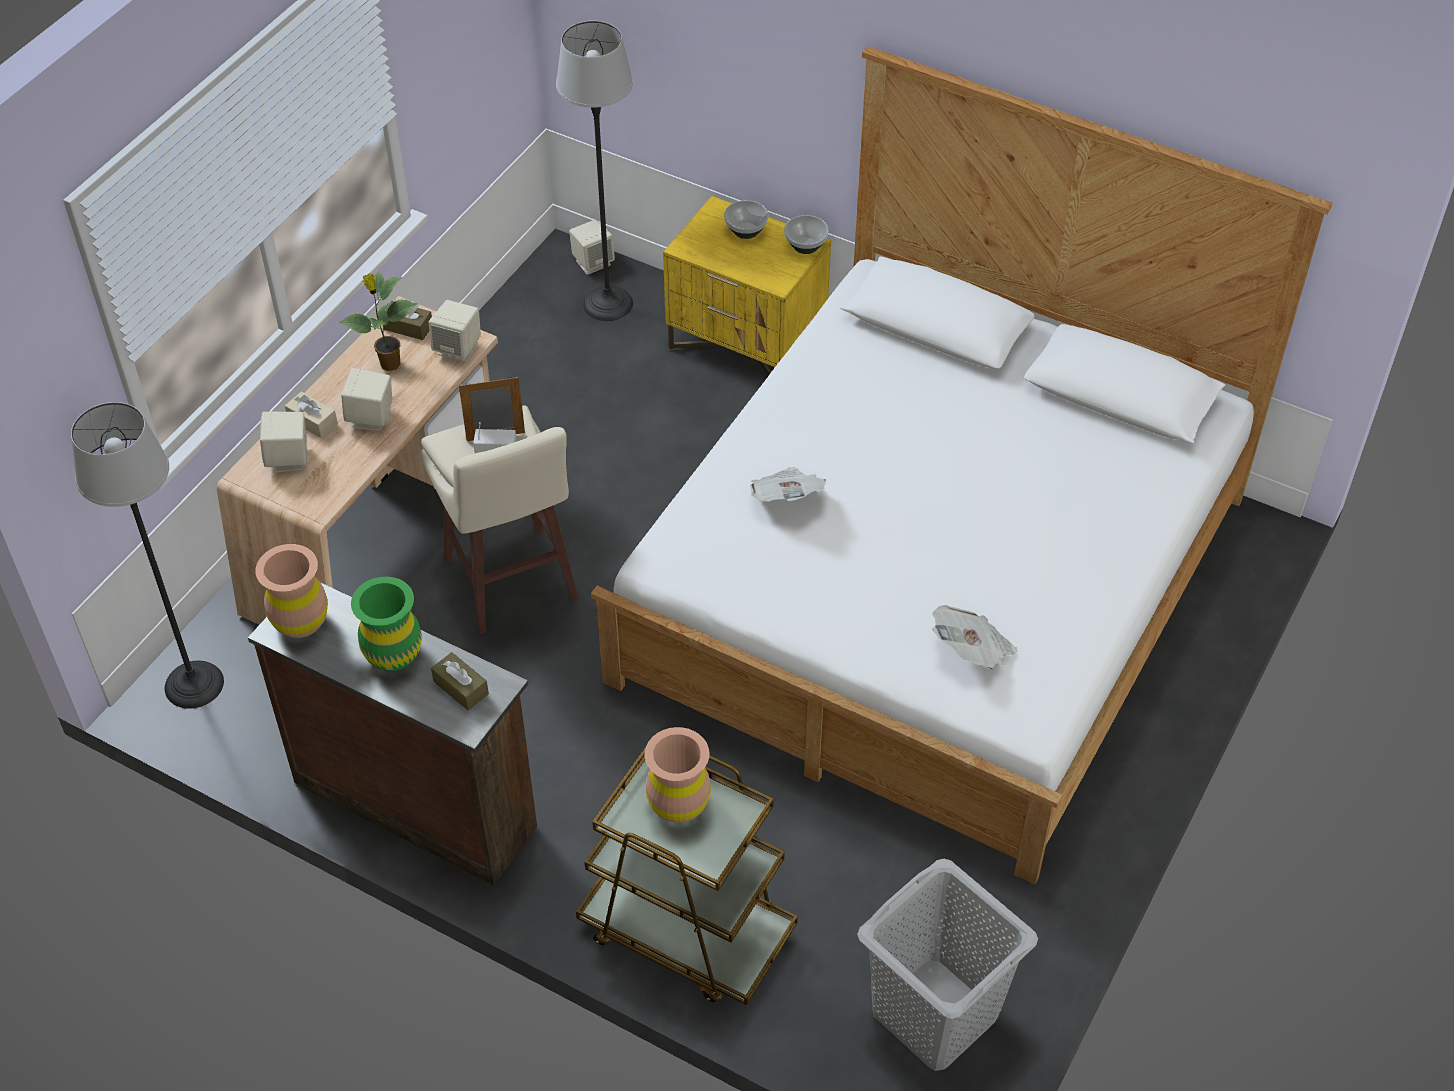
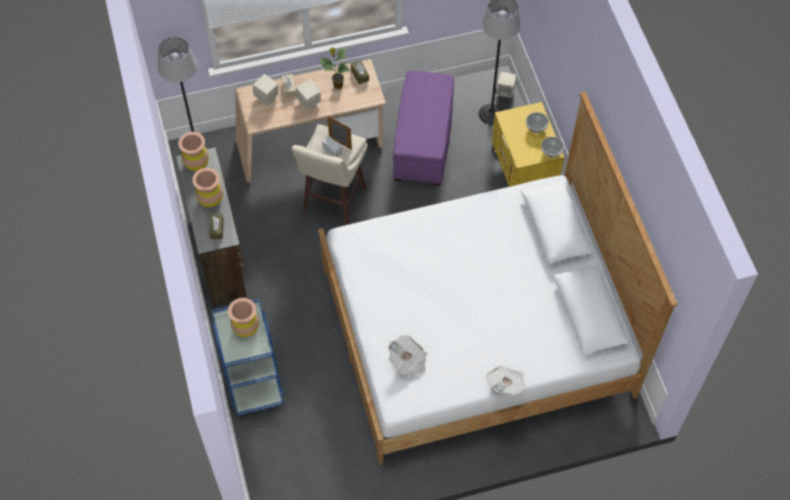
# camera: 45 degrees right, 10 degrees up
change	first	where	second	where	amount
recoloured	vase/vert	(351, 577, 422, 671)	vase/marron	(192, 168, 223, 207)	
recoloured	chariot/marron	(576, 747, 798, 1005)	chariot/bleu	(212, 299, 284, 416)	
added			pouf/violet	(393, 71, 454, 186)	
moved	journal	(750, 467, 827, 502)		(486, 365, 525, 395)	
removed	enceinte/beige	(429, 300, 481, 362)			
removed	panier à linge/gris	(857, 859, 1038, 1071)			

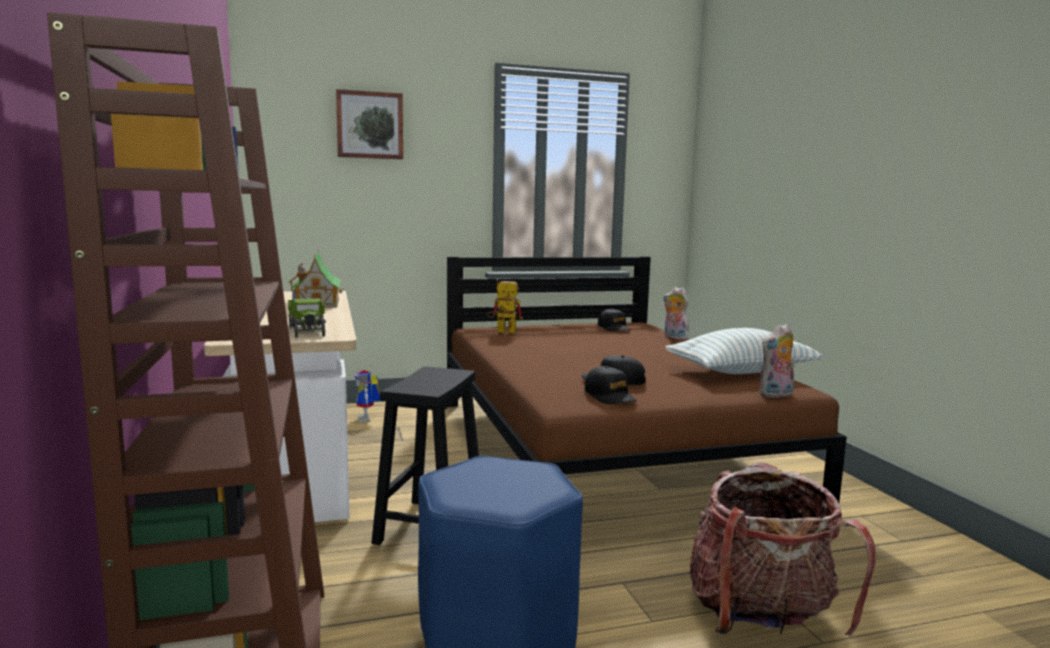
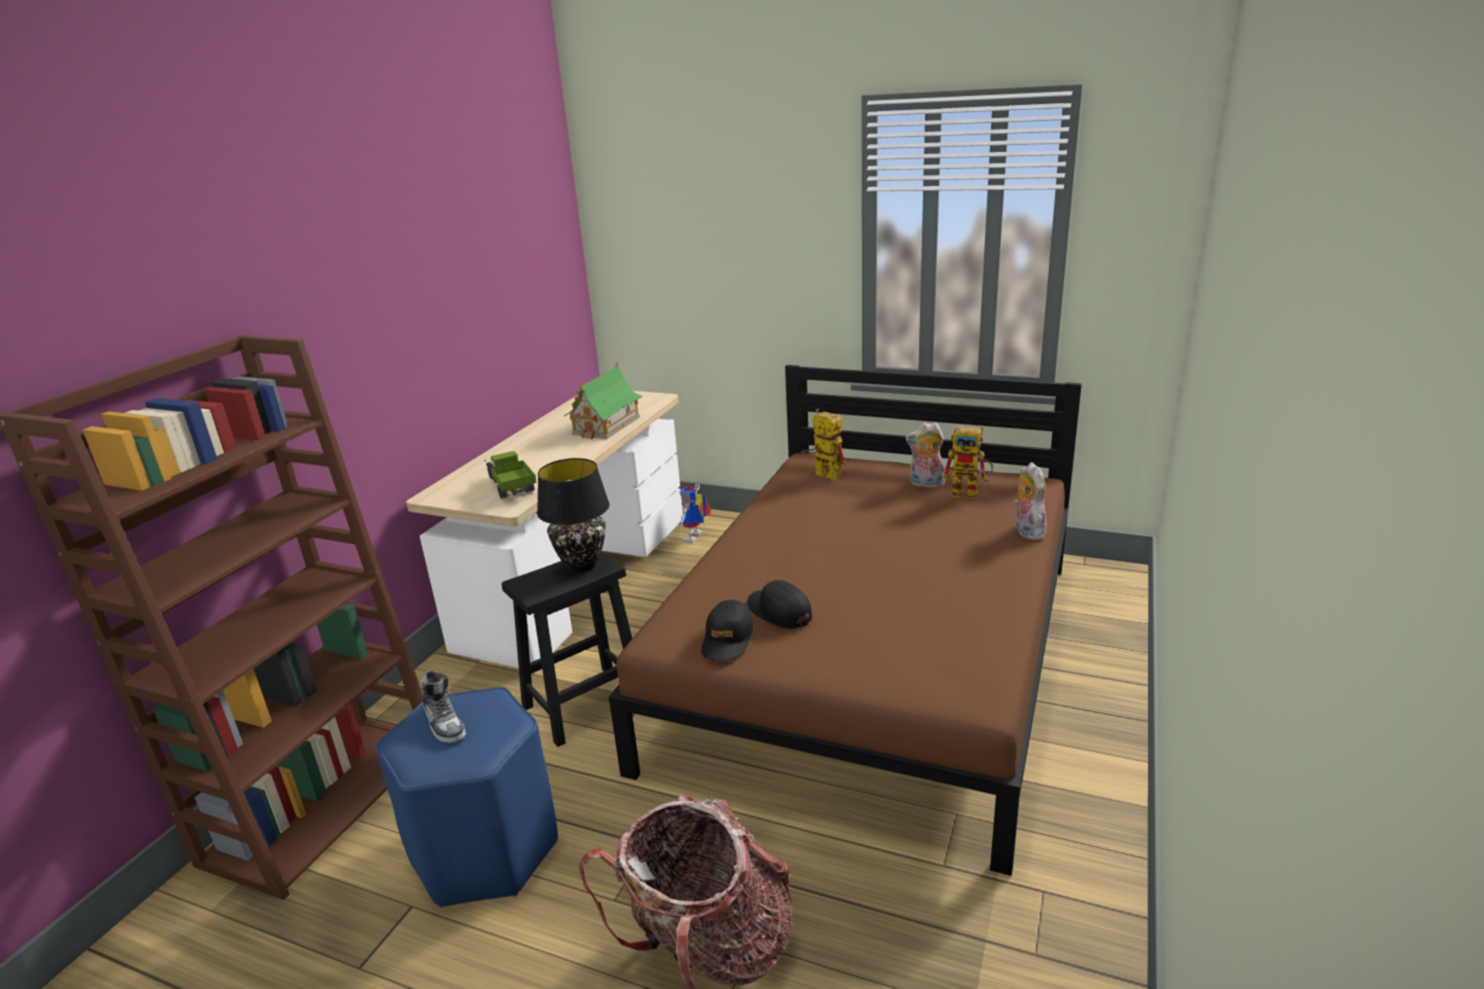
# camera: 40 degrees right, 15 degrees up
change	first	where	second	where	amount
added			chaussure	(421, 671, 466, 743)	
turned	camion jouet	(288, 298, 328, 338)		(485, 451, 537, 499)	135 degrees clockwise
added			lampe de table/noir	(537, 458, 610, 572)	
moved	peluche	(759, 324, 794, 398)		(905, 423, 945, 488)	
replaced	casquette/noir	(597, 308, 631, 331)	robot jouet	(943, 427, 993, 499)	
removed	tableau	(336, 89, 403, 159)			
removed	coussin	(666, 328, 823, 374)			

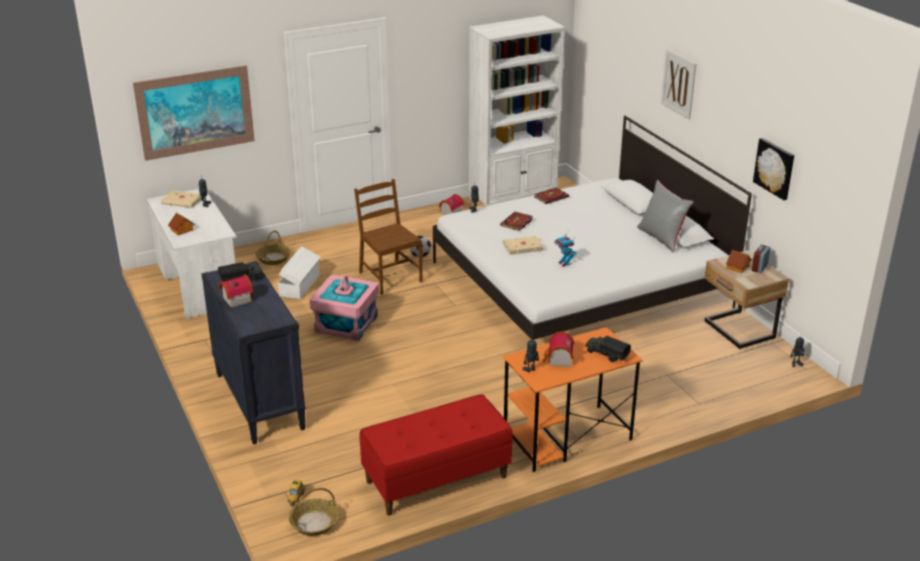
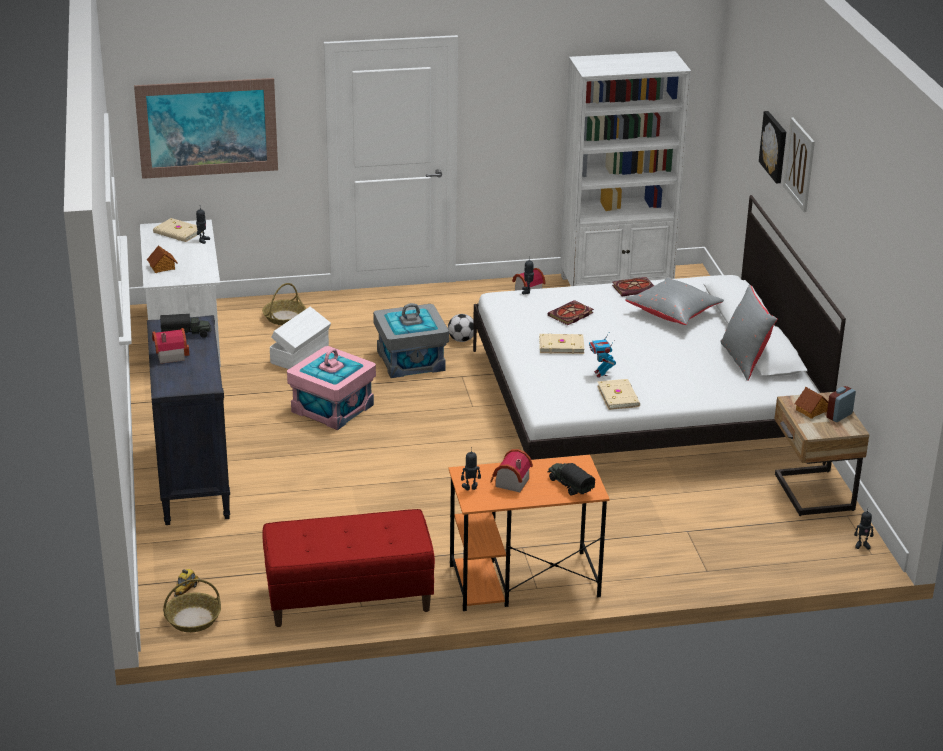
# camera: 15 degrees right, 0 degrees up
change	first	where	second	where	amount
replaced	chaise/marron	(354, 179, 423, 295)	boîte de rangement/gris	(373, 303, 449, 378)	
added			livre/beige	(597, 379, 640, 410)	
added			coussin/gris	(625, 278, 724, 325)	
moved	tableau	(753, 138, 794, 200)		(759, 111, 786, 183)	

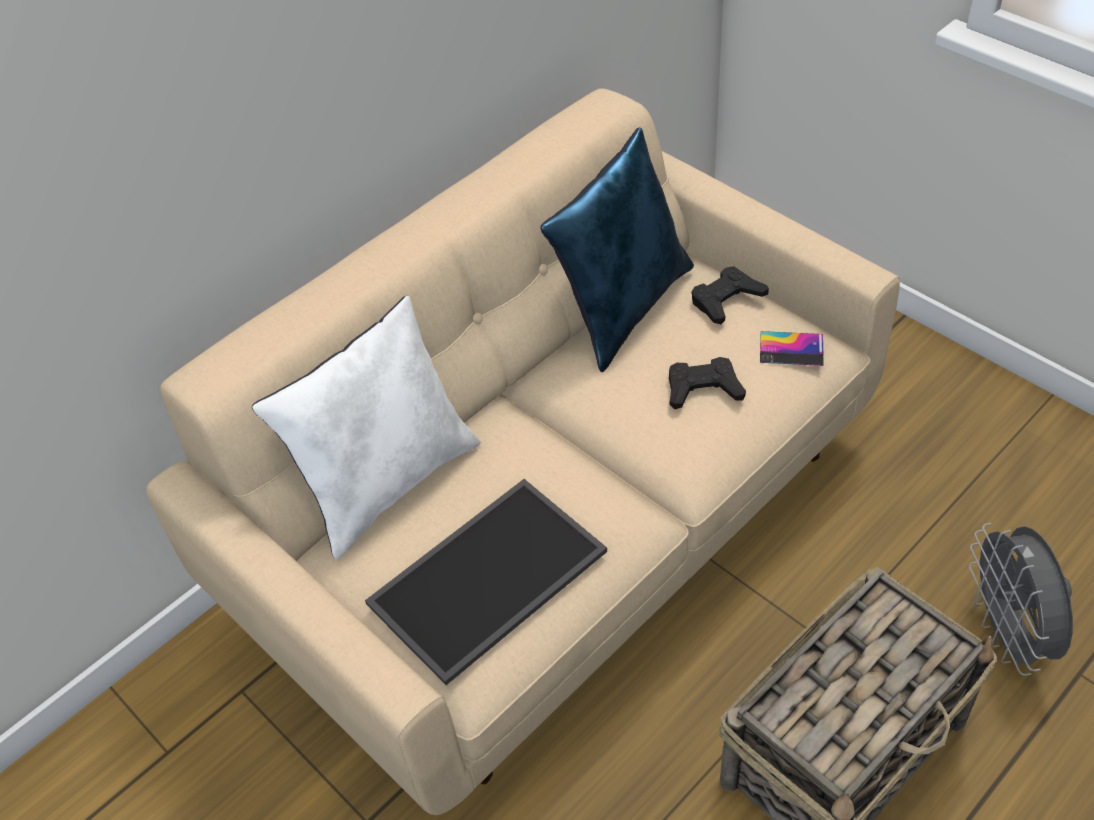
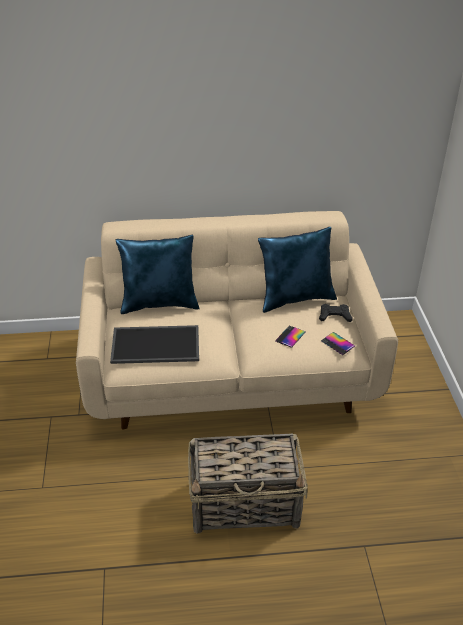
# camera: 35 degrees right, 10 degrees down
change	first	where	second	where	amount
recoloured	coussin/blanc	(252, 296, 481, 560)	coussin/bleu	(116, 235, 200, 314)	
replaced	manette/noir	(669, 357, 746, 409)	téléphone	(275, 325, 305, 348)	
removed	ventilateur/gris	(969, 523, 1073, 676)			

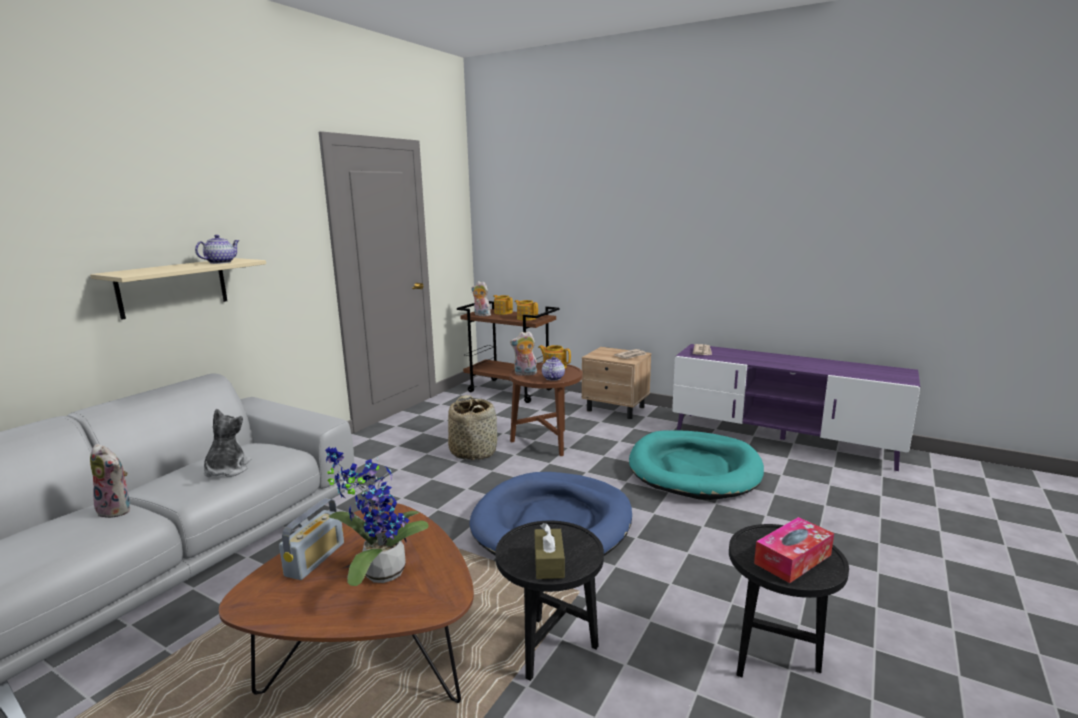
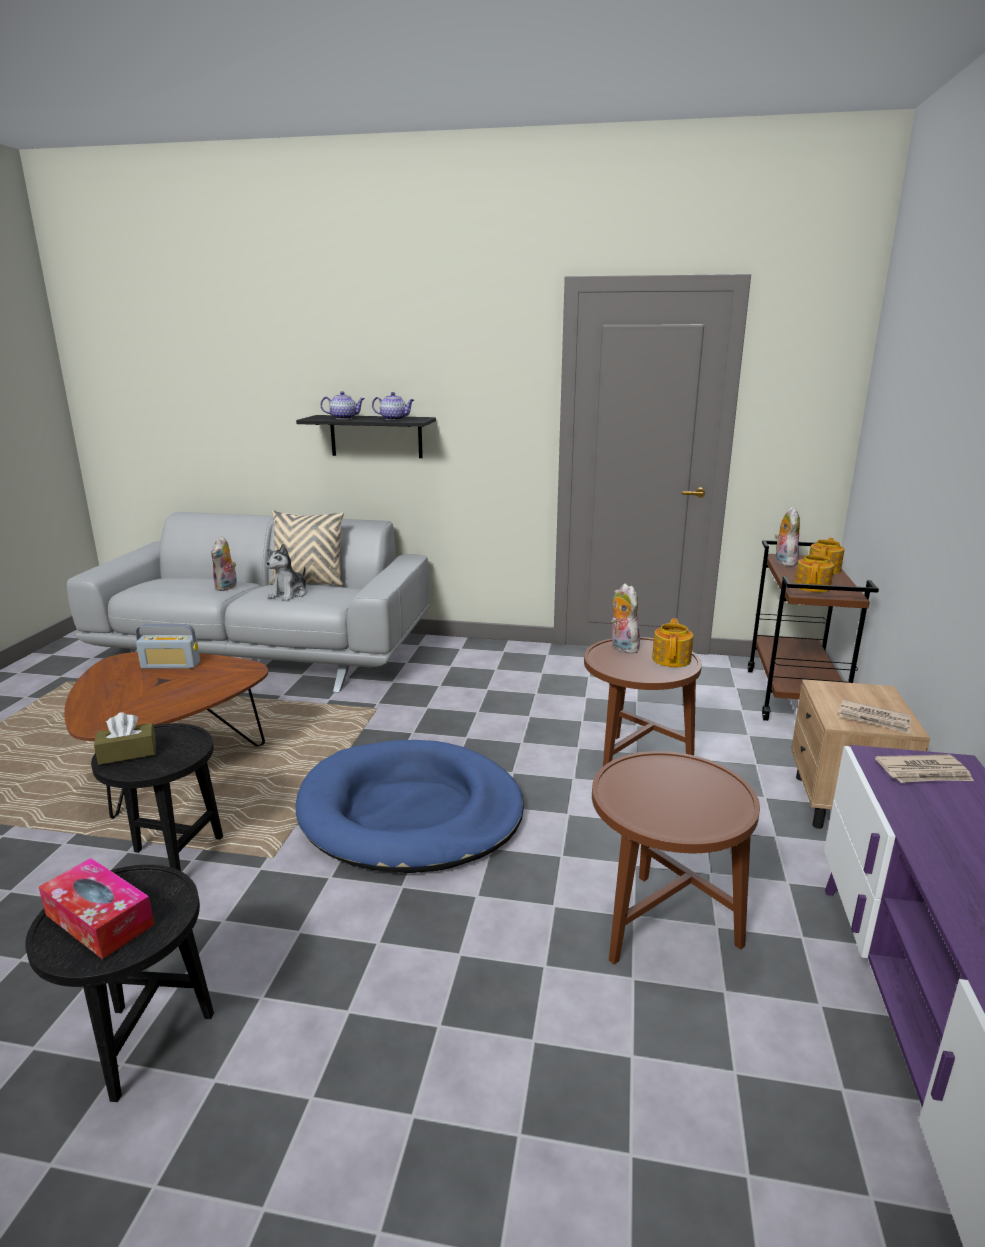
# camera: 70 degrees right, 5 degrees up
change	first	where	second	where	amount
turned	peluche	(204, 409, 251, 477)		(266, 544, 307, 601)	135 degrees clockwise
added			coussin/beige	(269, 510, 344, 586)	
recoloured	étagère/beige	(90, 258, 266, 320)	étagère/noir	(296, 415, 436, 458)	
moved	théière	(542, 357, 565, 381)		(320, 391, 365, 419)	
replaced	panier pour chien/turquoise	(629, 430, 764, 500)	table d'appoint/marron	(592, 751, 760, 965)	
removed	plante en pot	(325, 447, 429, 586)			
removed	panier	(448, 395, 497, 460)			

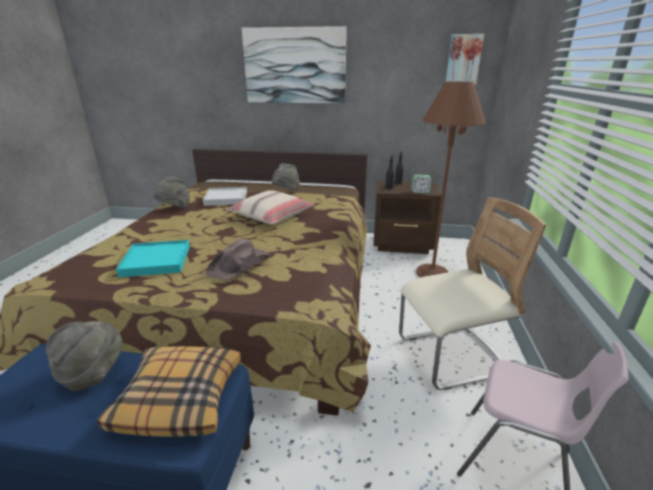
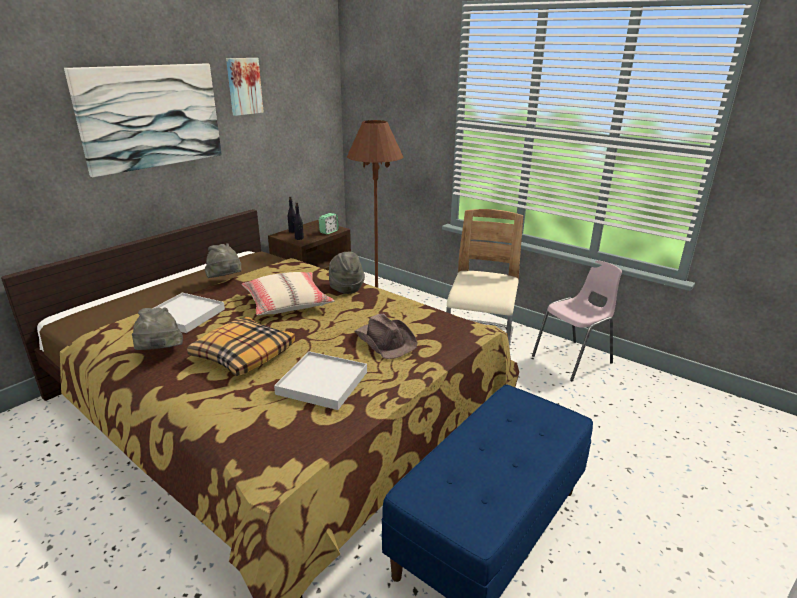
# camera: 60 degrees left, 0 degrees up
change	first	where	second	where	amount
moved	coussin	(97, 346, 241, 437)		(187, 317, 295, 376)	
moved	tableau	(446, 34, 484, 85)		(226, 58, 264, 116)	
recoloured	plateau/turquoise	(116, 240, 190, 278)	plateau/blanc	(274, 351, 367, 410)	
moved	chapeau/gris	(46, 321, 123, 391)		(329, 252, 365, 294)	

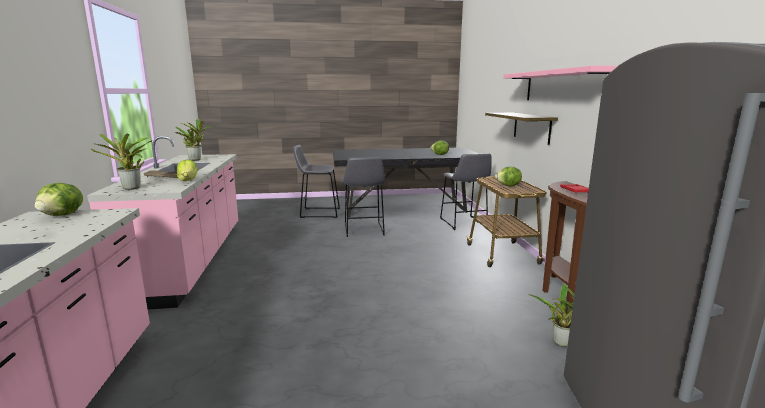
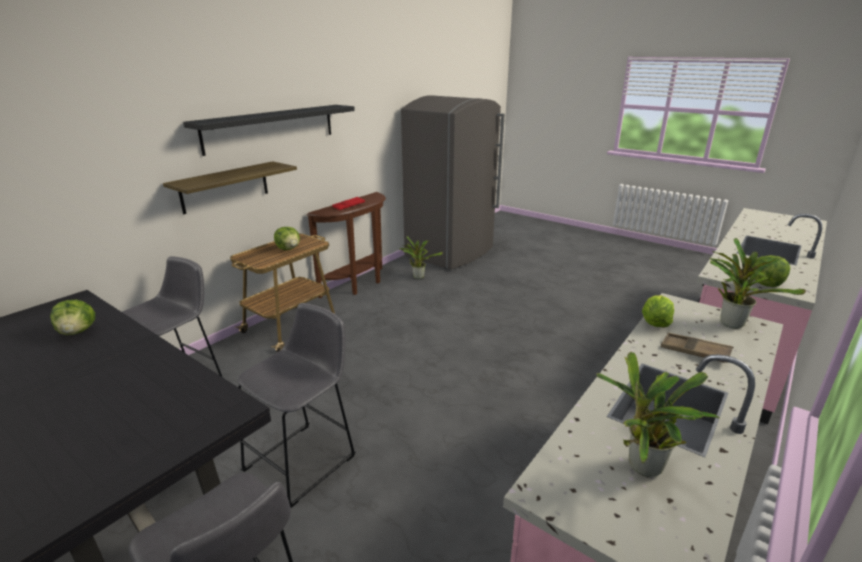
# camera: 135 degrees left, 10 degrees up
change	first	where	second	where	amount
recoloured	étagère/rose	(503, 66, 617, 100)	étagère/noir	(183, 105, 355, 156)	

